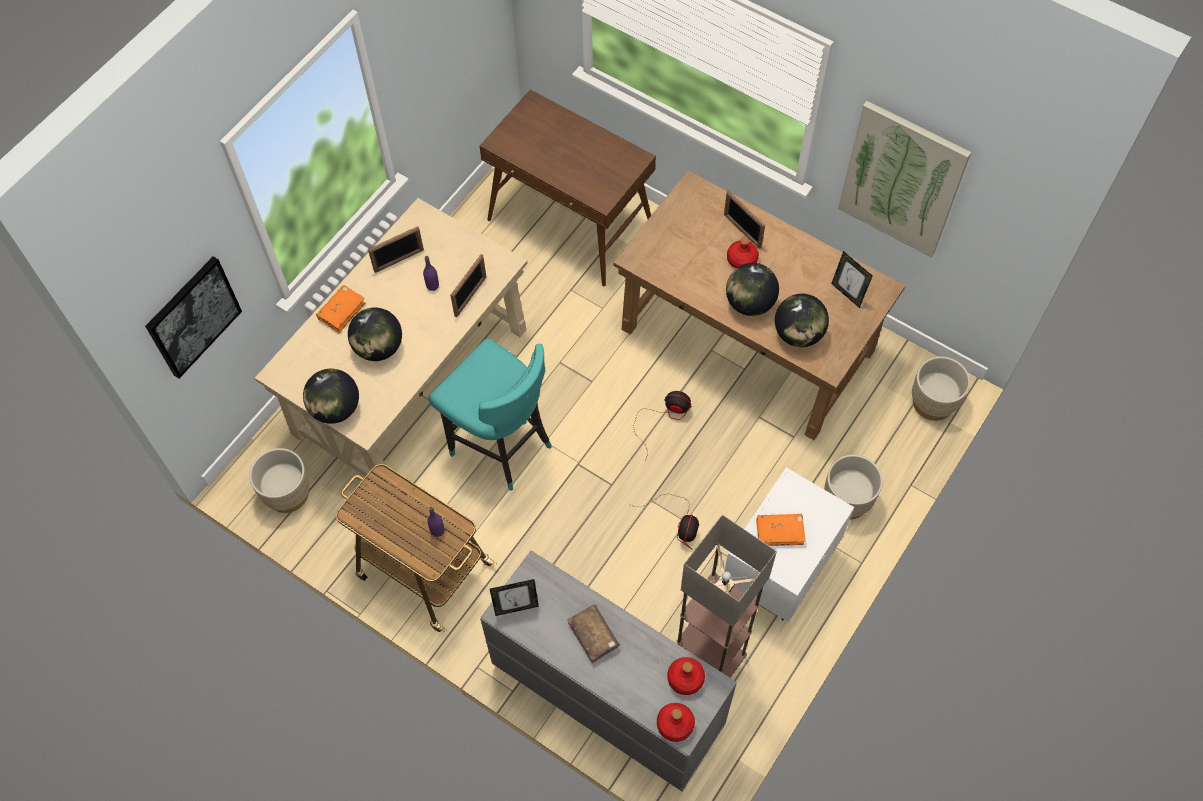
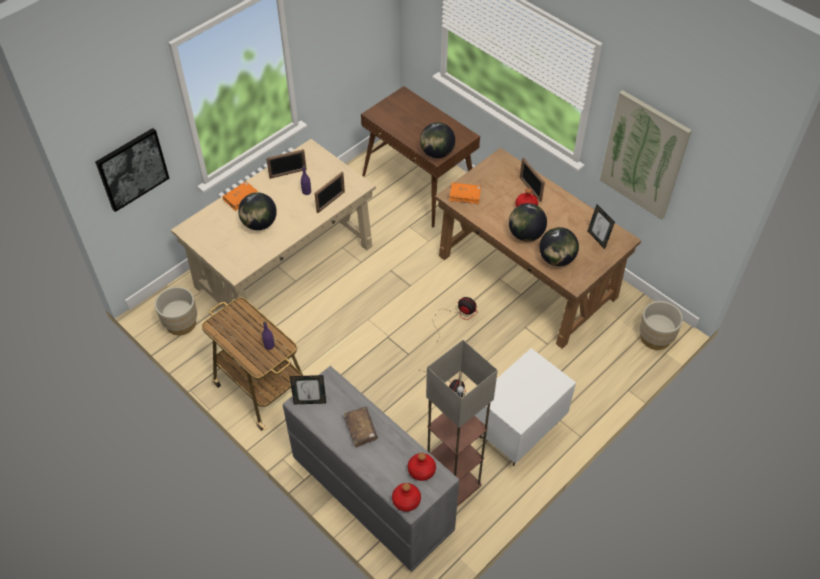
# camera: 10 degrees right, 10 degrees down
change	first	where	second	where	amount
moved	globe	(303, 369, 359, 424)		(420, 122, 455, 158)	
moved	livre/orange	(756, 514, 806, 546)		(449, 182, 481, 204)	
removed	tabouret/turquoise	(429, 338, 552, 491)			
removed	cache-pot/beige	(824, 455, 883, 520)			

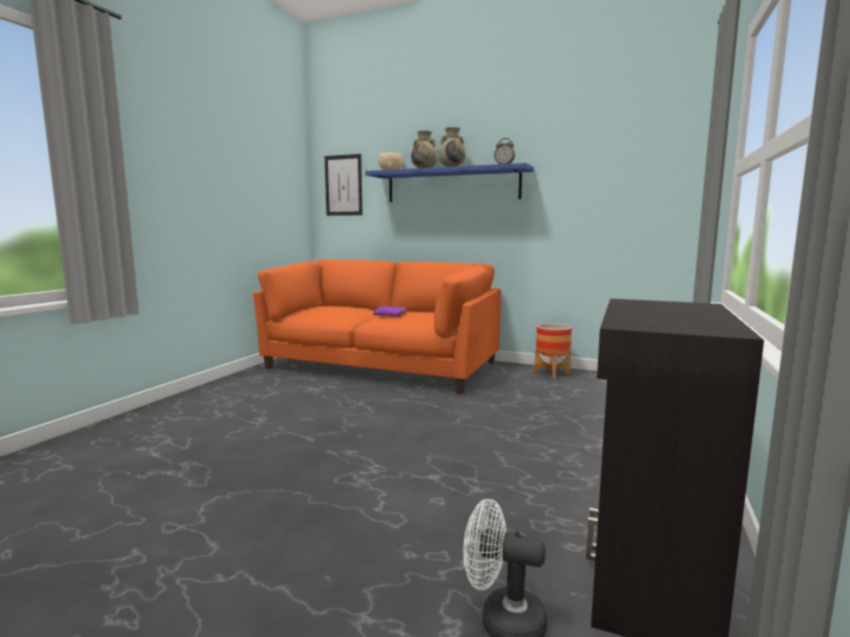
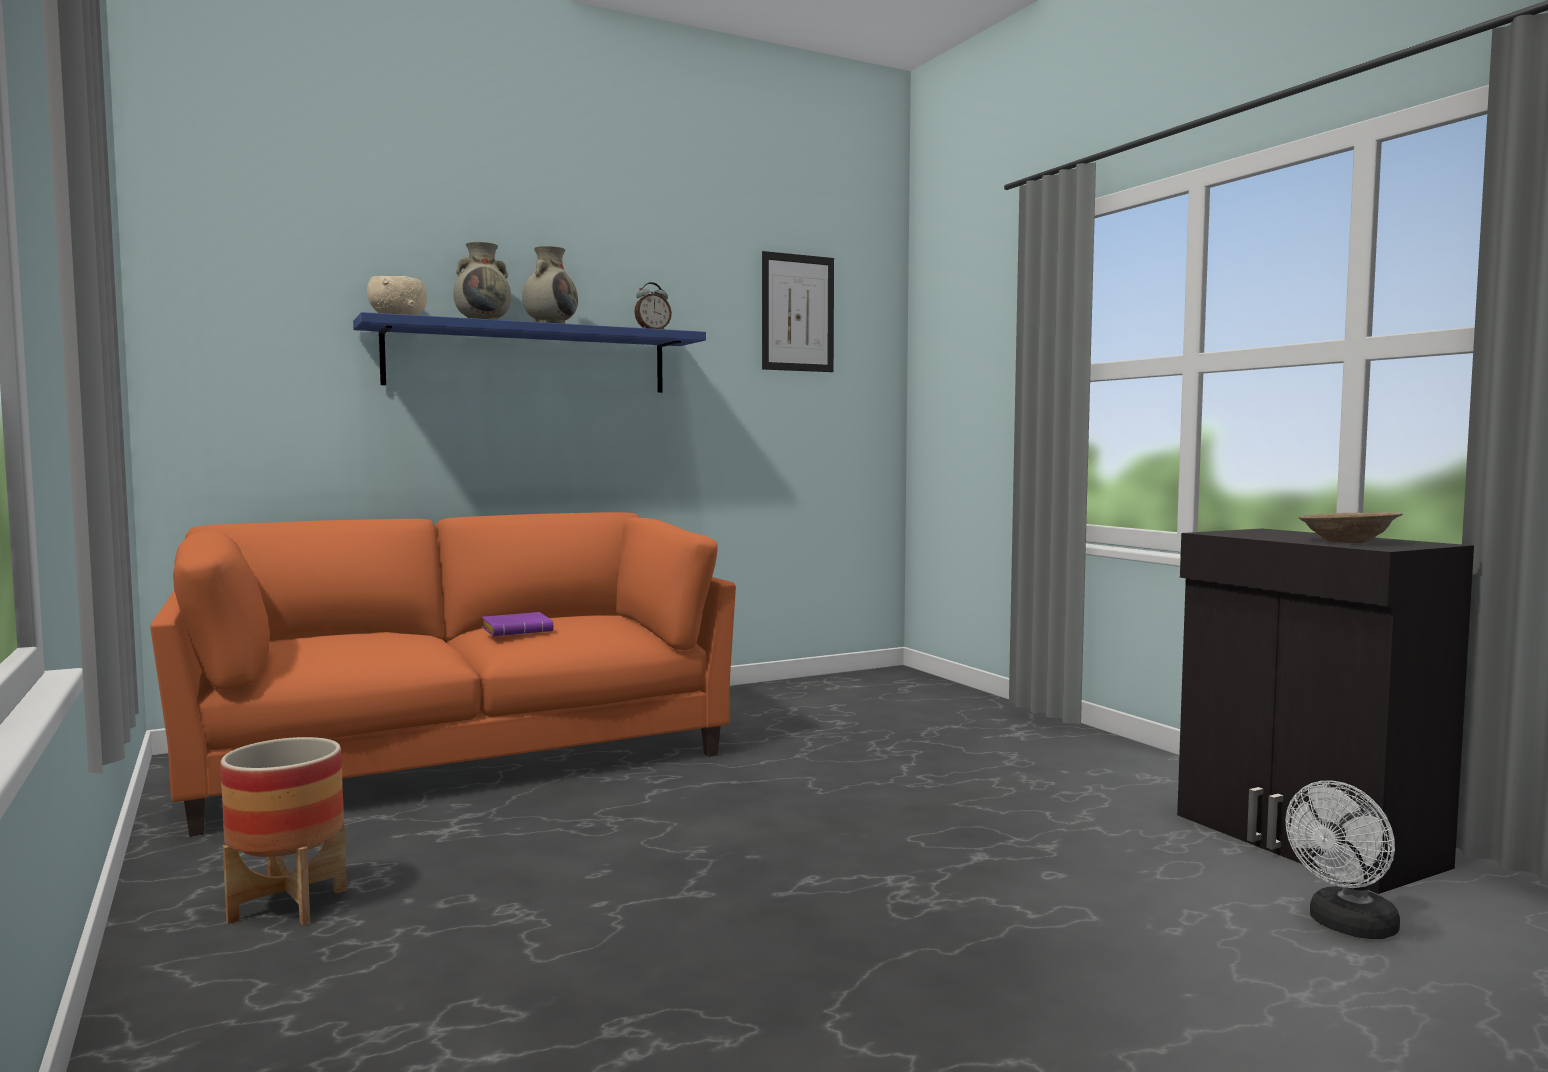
# camera: 50 degrees left, 5 degrees down
change	first	where	second	where	amount
moved	cache-pot	(534, 323, 572, 379)		(221, 737, 347, 926)	
moved	tableau	(325, 154, 362, 216)		(762, 251, 834, 372)	
added			bol/marron	(1298, 512, 1403, 543)	

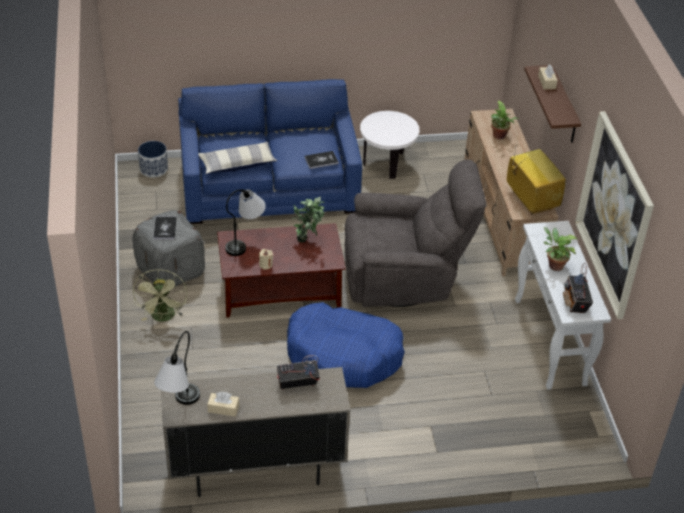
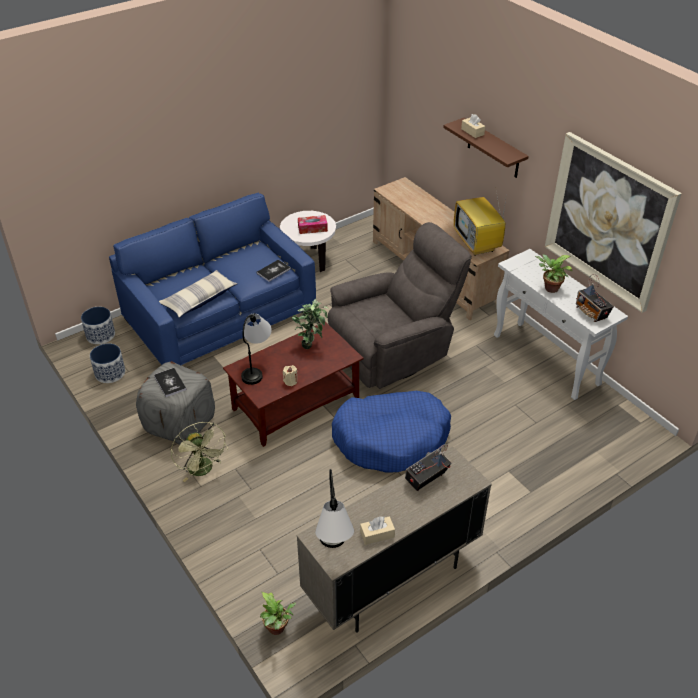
# camera: 25 degrees left, 0 degrees up
change	first	where	second	where	amount
added			cache-pot	(90, 343, 125, 383)	
moved	plante en pot	(491, 100, 519, 139)		(260, 592, 296, 635)	
added			boîte à mouchoirs	(298, 215, 328, 234)	
turned	téléviseur	(507, 137, 566, 215)		(454, 190, 507, 256)	150 degrees counterclockwise

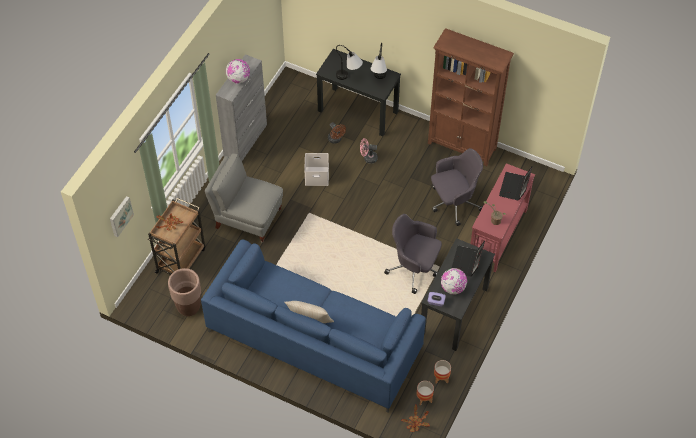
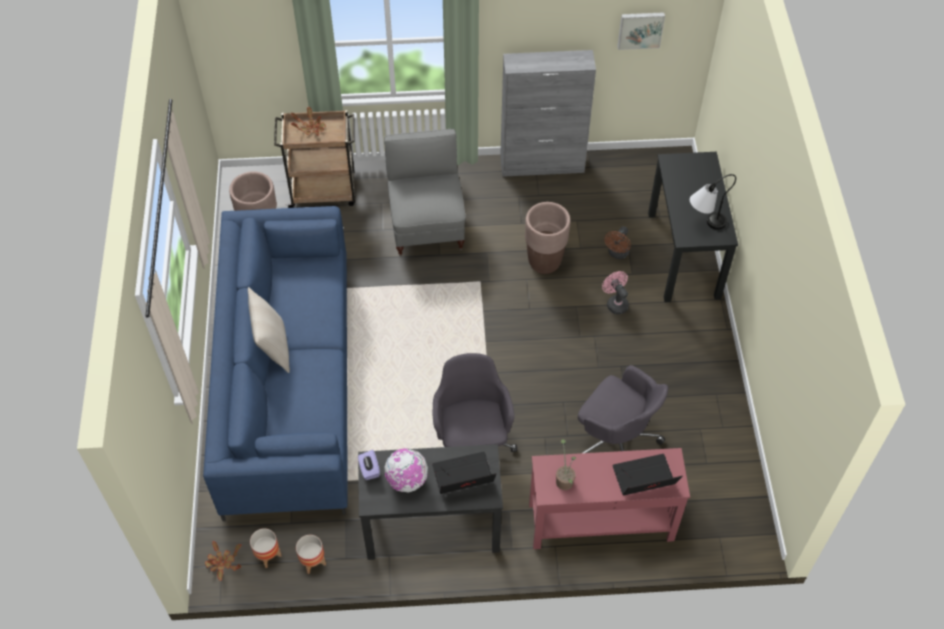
# camera: 60 degrees right, 0 degrees up
change	first	where	second	where	amount
replaced	boîte de rangement/blanc	(304, 153, 329, 186)	cache-pot/marron	(525, 202, 571, 274)	
moved	tableau	(110, 196, 134, 237)		(617, 12, 665, 50)	
removed	globe	(226, 59, 250, 84)			
removed	lampe de table	(336, 45, 363, 80)			
removed	bibliothèque/marron	(428, 28, 514, 166)			

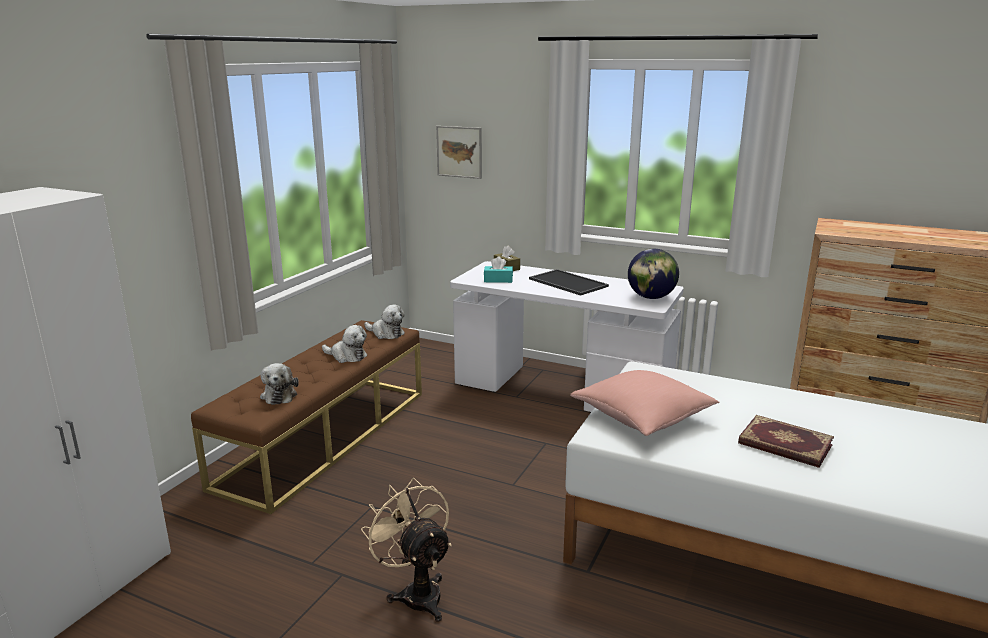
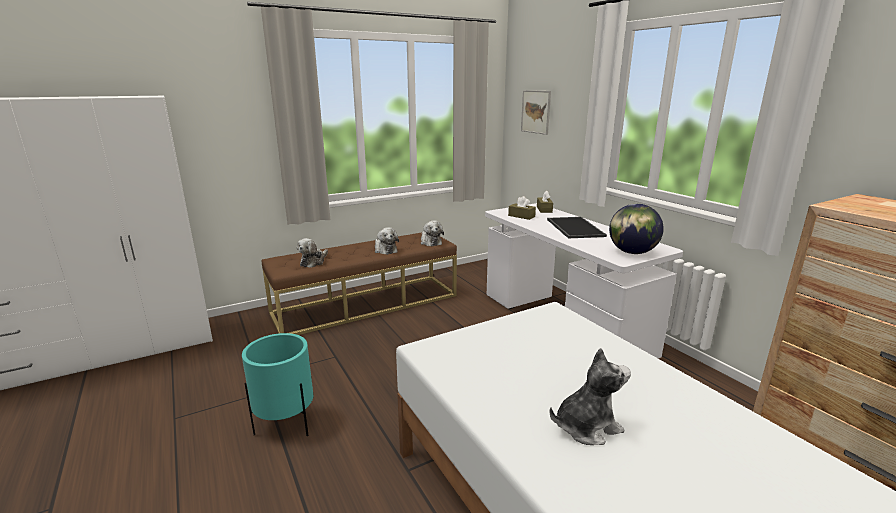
# camera: 35 degrees right, 0 degrees up
change	first	where	second	where	amount
replaced	ventilateur/beige	(361, 478, 452, 622)	cache-pot/turquoise	(242, 333, 313, 436)	
recoloured	boîte à mouchoirs/turquoise	(484, 257, 513, 283)	boîte à mouchoirs/marron	(508, 196, 536, 220)	
replaced	livre	(738, 415, 834, 468)	peluche	(550, 348, 631, 445)	
removed	coussin/rose	(570, 370, 720, 436)			

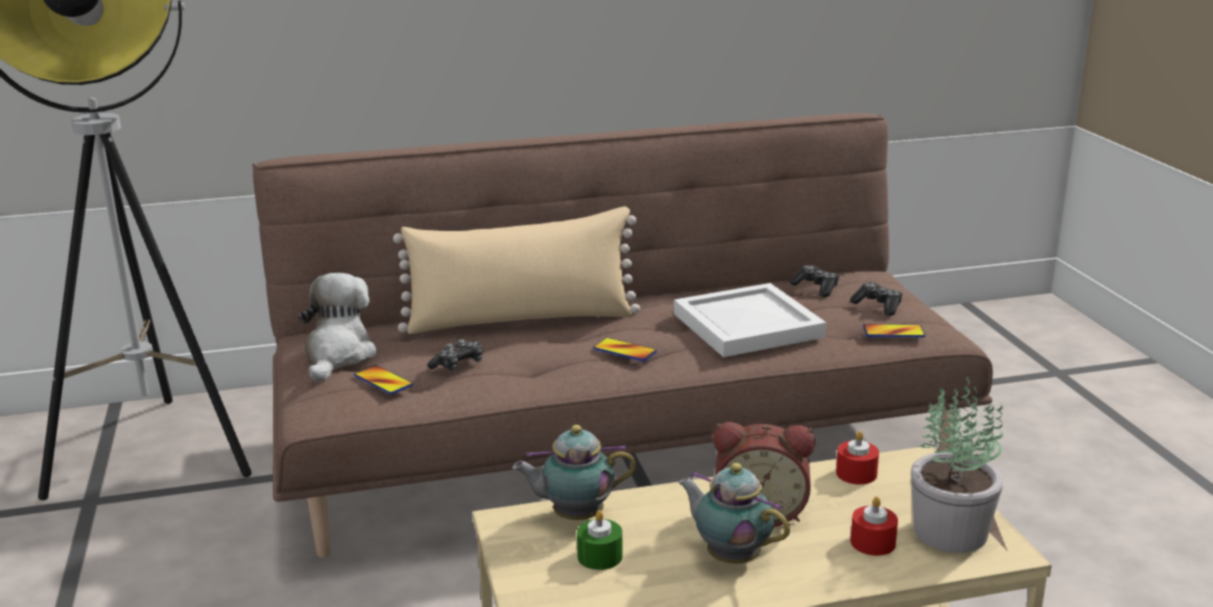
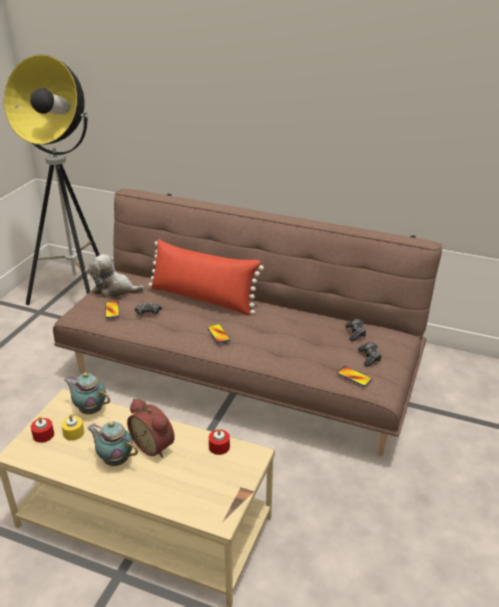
# camera: 35 degrees right, 10 degrees up
change	first	where	second	where	amount
moved	bougie/rouge	(851, 497, 898, 556)		(31, 417, 54, 443)	
recoloured	bougie/vert	(577, 510, 623, 570)	bougie/jaune	(61, 414, 84, 441)	
turned	théière	(678, 463, 790, 564)		(87, 421, 138, 466)	45 degrees counterclockwise
turned	peluche	(298, 273, 377, 382)		(89, 254, 144, 298)	120 degrees counterclockwise
recoloured	coussin/beige	(393, 206, 640, 334)	coussin/rouge	(148, 239, 264, 316)	
removed	plateau/blanc	(674, 283, 826, 357)			
removed	plante en pot	(911, 377, 1003, 553)			

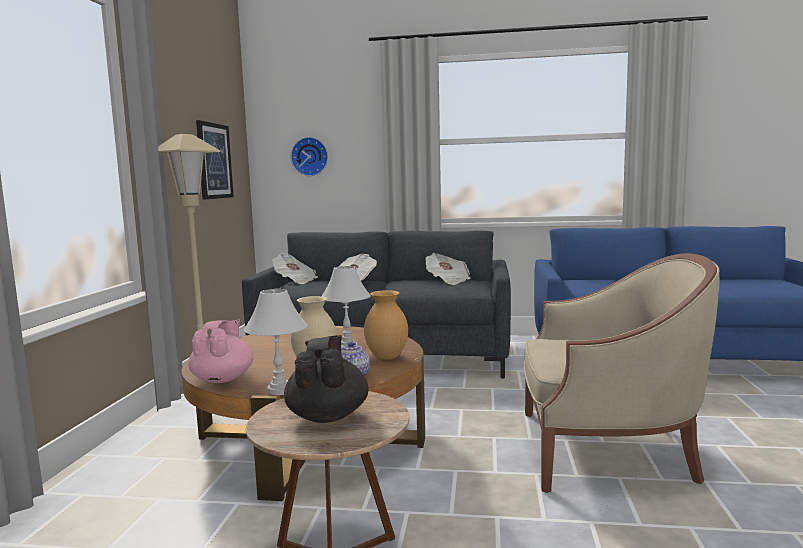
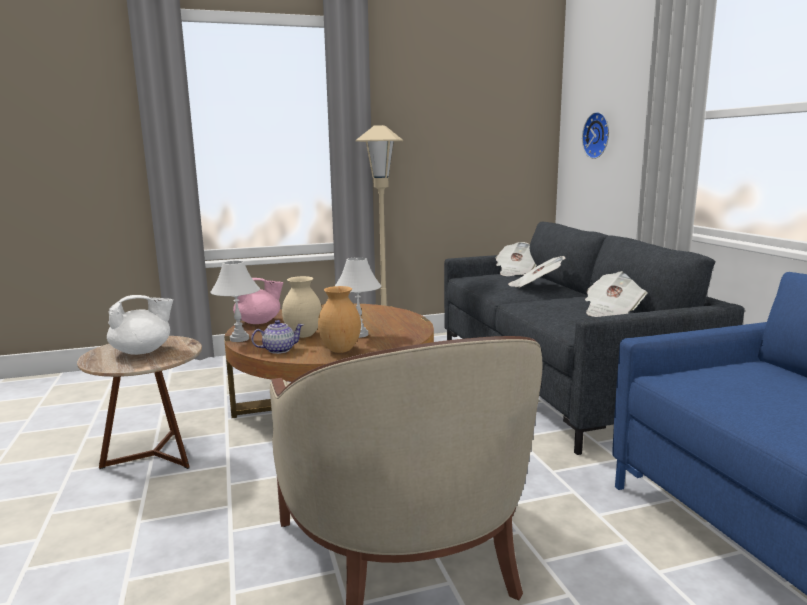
# camera: 65 degrees right, 5 degrees up
change	first	where	second	where	amount
recoloured	théière/noir	(284, 335, 368, 423)	théière/blanc	(107, 295, 173, 355)	
removed	tableau	(196, 120, 234, 199)			

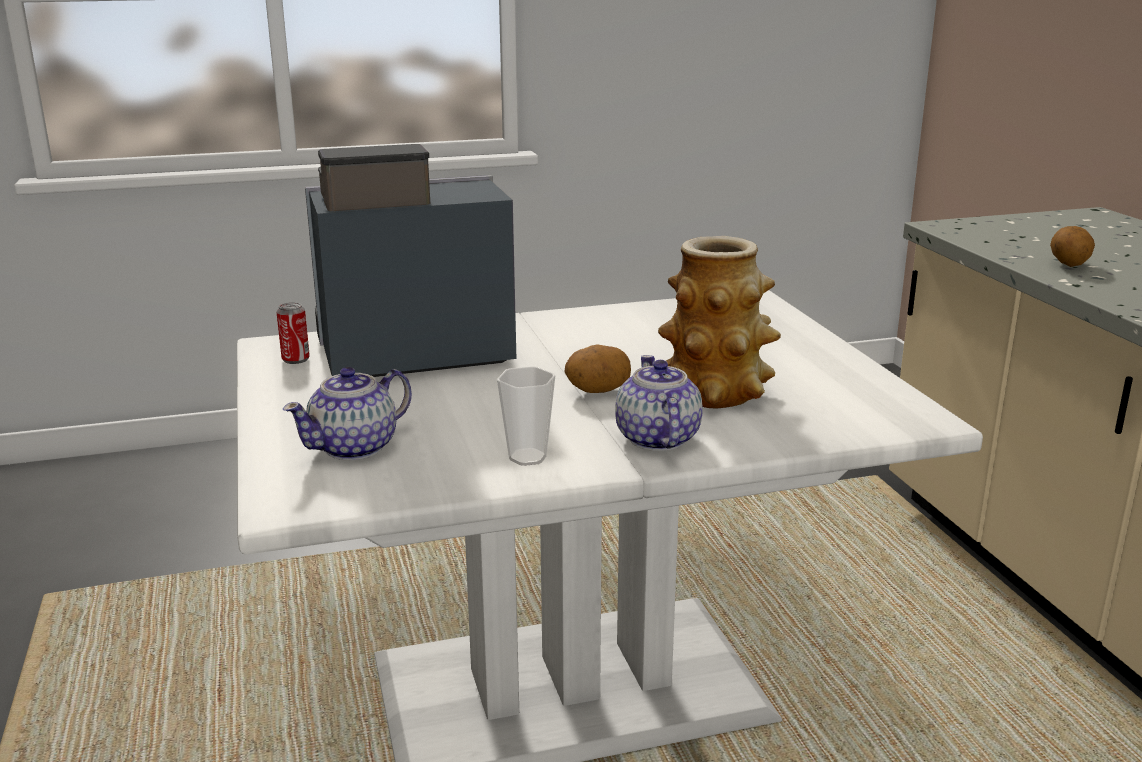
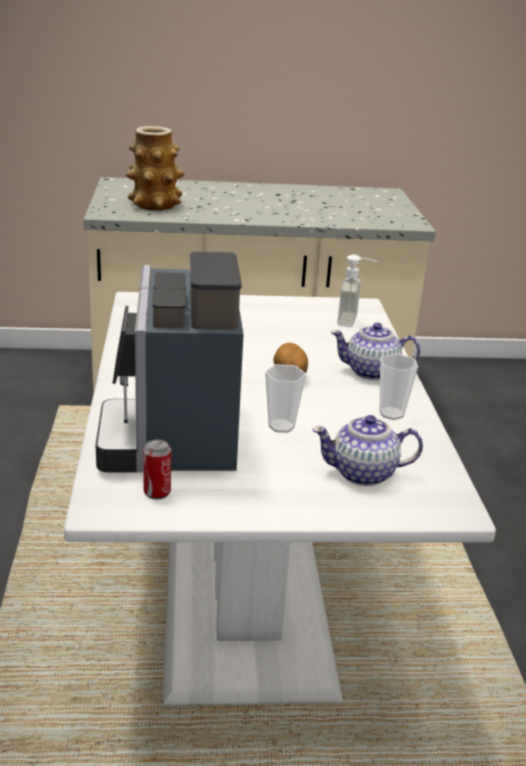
# camera: 80 degrees left, 5 degrees up
change	first	where	second	where	amount
moved	vase	(658, 236, 781, 408)		(126, 126, 184, 210)	
added			tasse	(265, 364, 306, 433)	
turned	théière	(283, 367, 412, 460)		(312, 415, 423, 486)	120 degrees clockwise
added			distributeur de savon	(337, 254, 378, 327)	
removed	pomme de terre	(1050, 226, 1095, 267)			

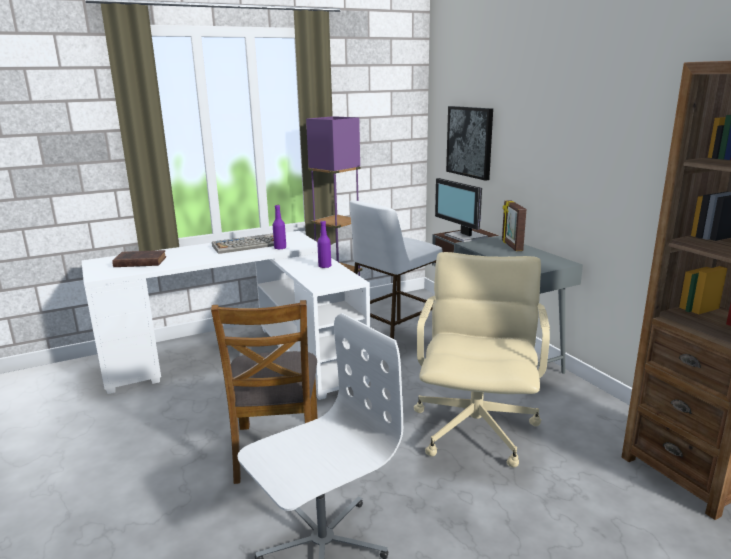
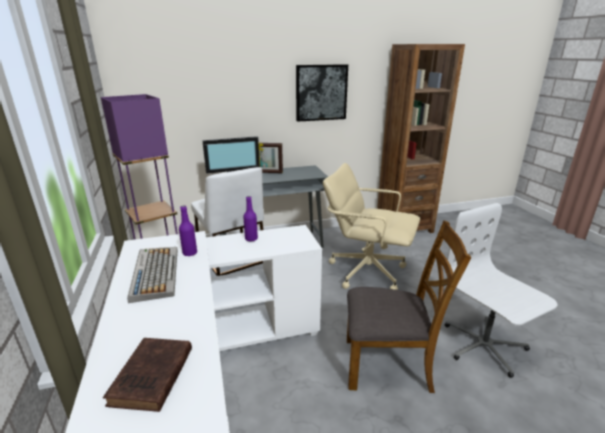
# camera: 80 degrees left, 5 degrees up
change	first	where	second	where	amount
moved	tableau	(446, 106, 493, 181)		(296, 64, 348, 122)	

